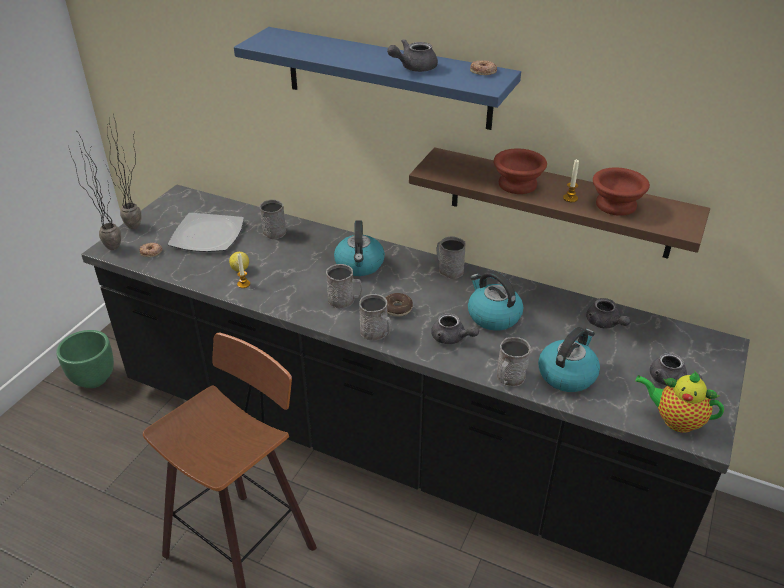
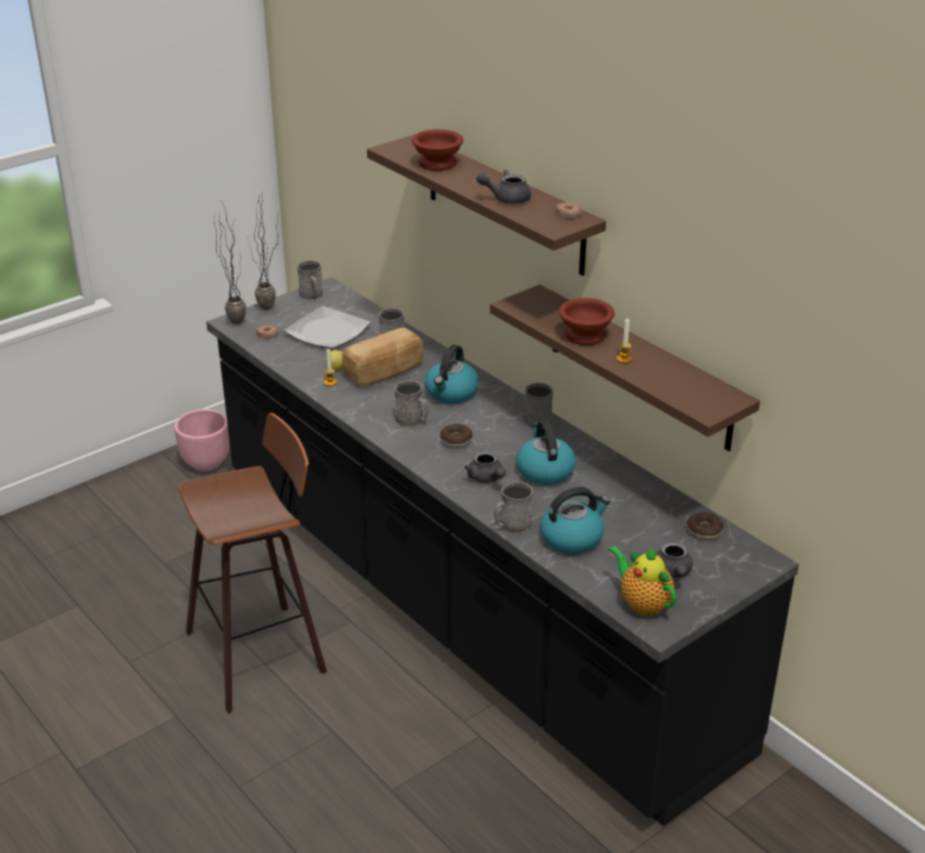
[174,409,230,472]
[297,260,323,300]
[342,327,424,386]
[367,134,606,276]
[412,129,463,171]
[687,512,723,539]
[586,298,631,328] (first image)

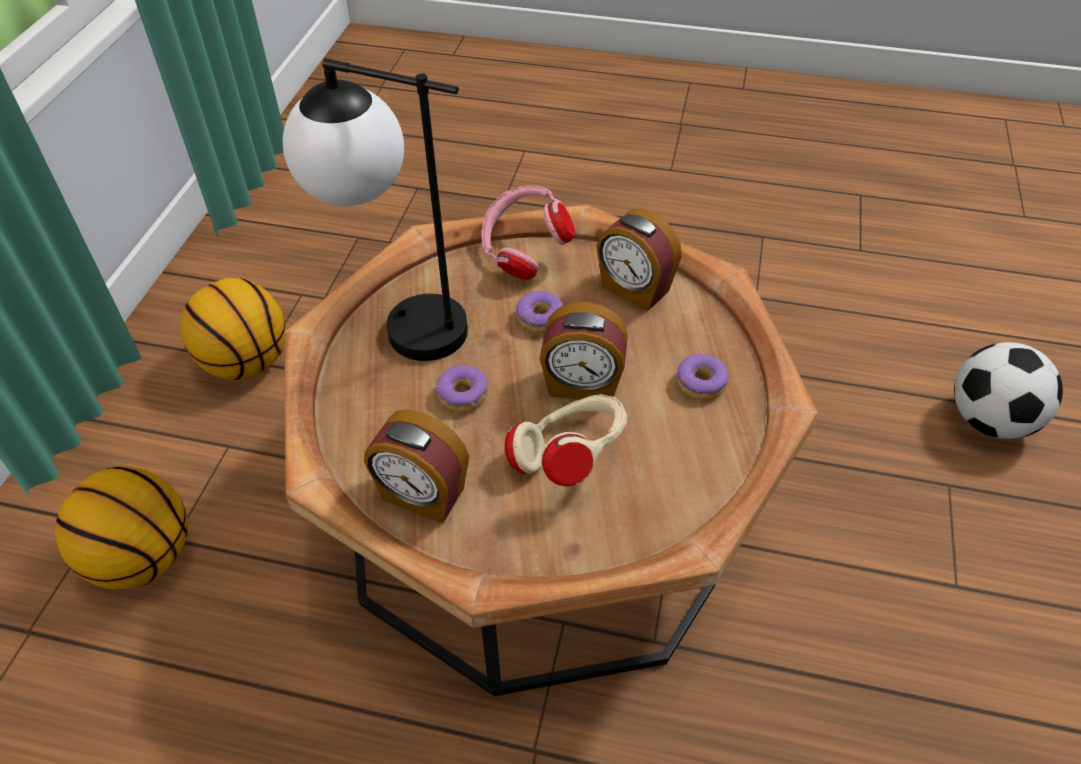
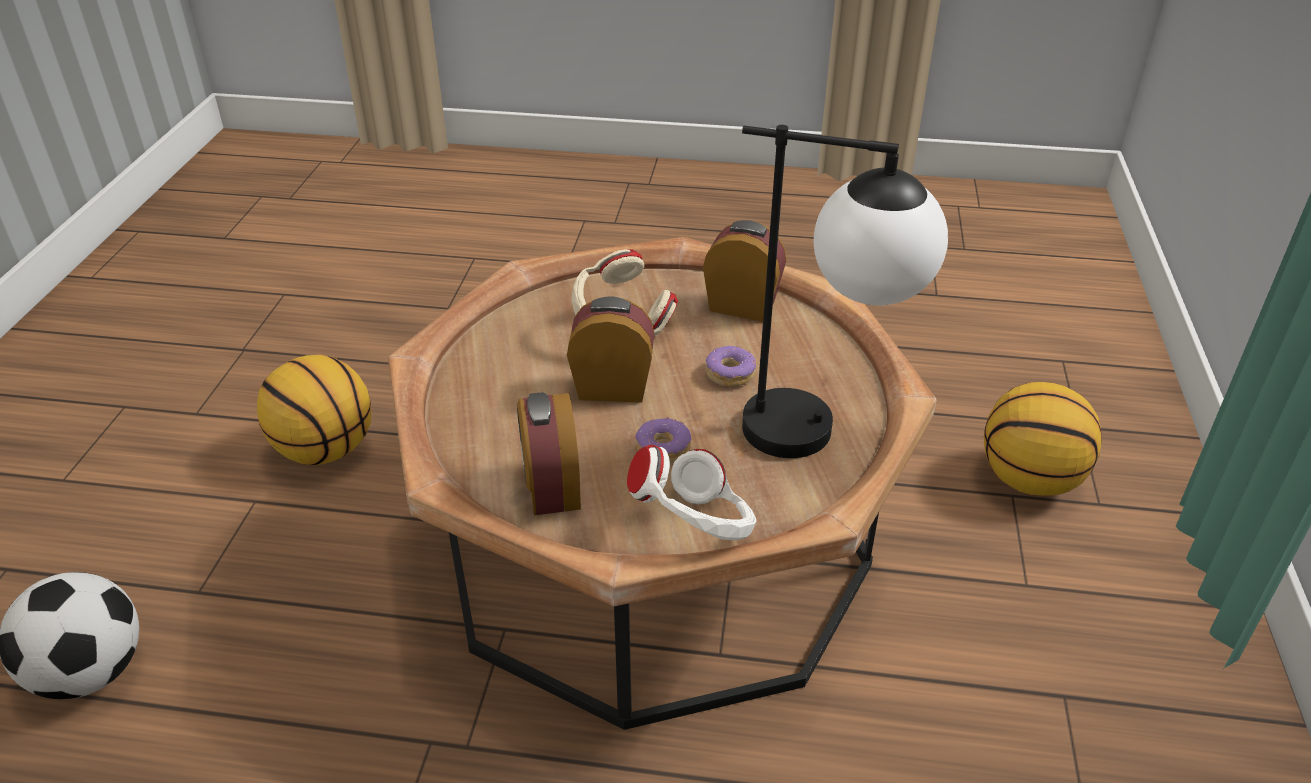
[257,354,371,465]
[517,392,581,516]
[627,445,756,541]
[677,354,729,400] (first image)

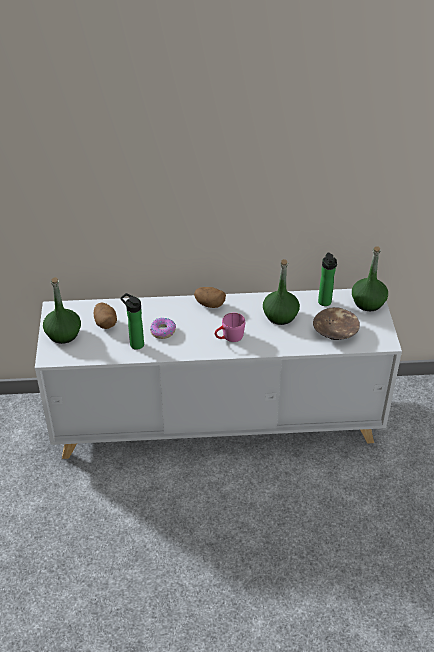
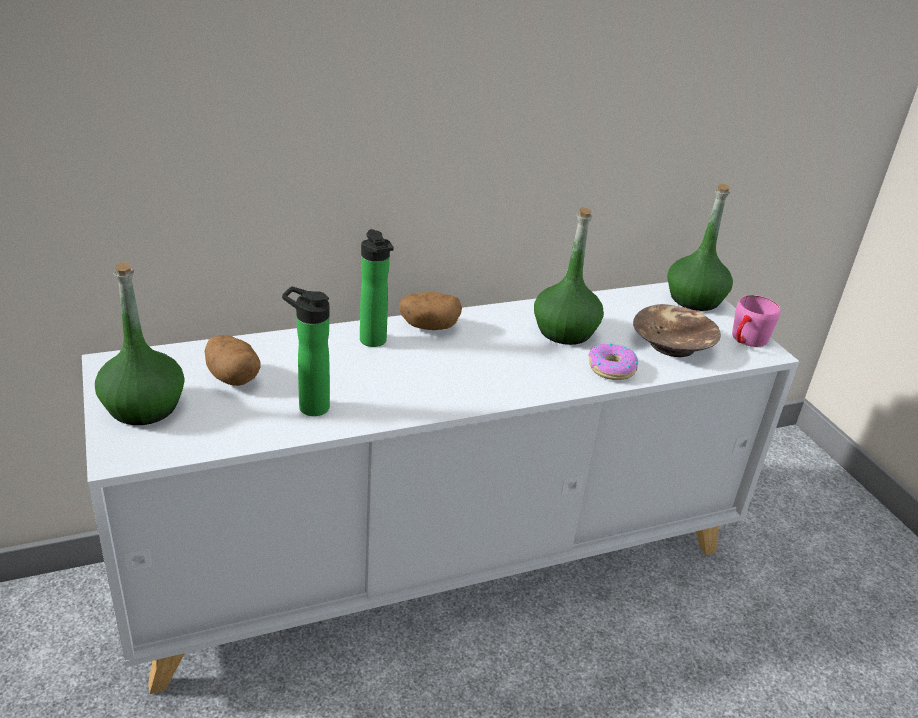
[360,229,394,347]
[589,343,638,380]
[732,295,780,347]

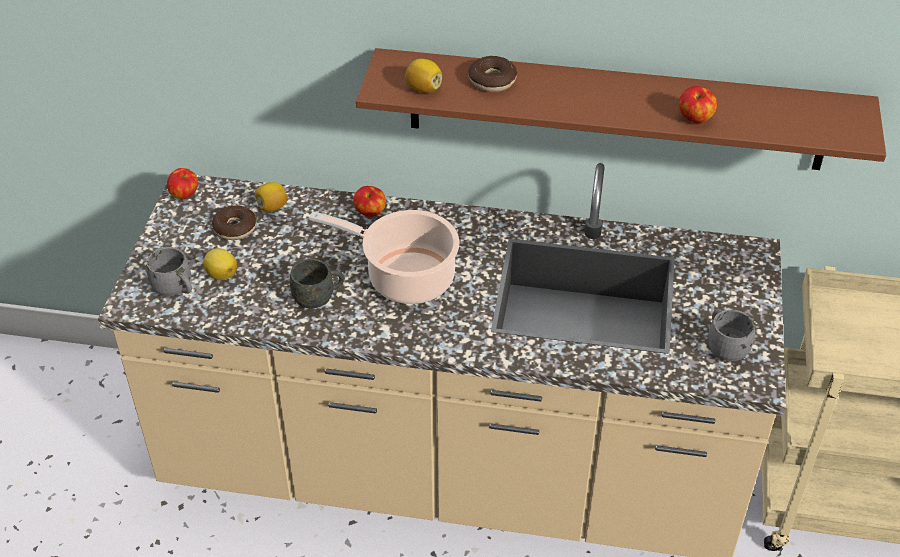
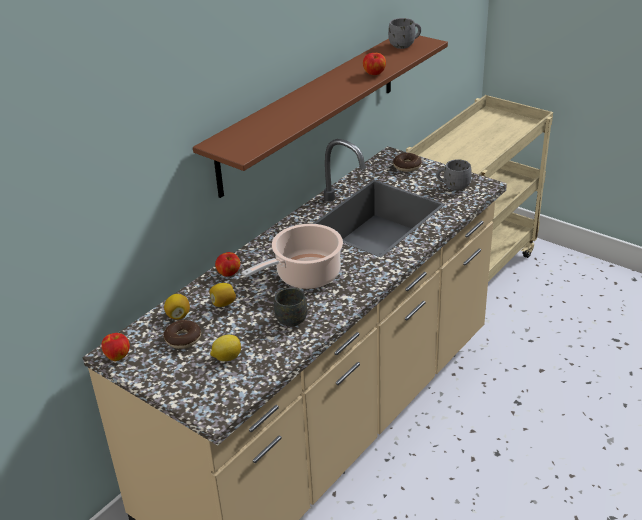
[210,283,236,307]
[388,18,421,49]
[393,153,422,172]

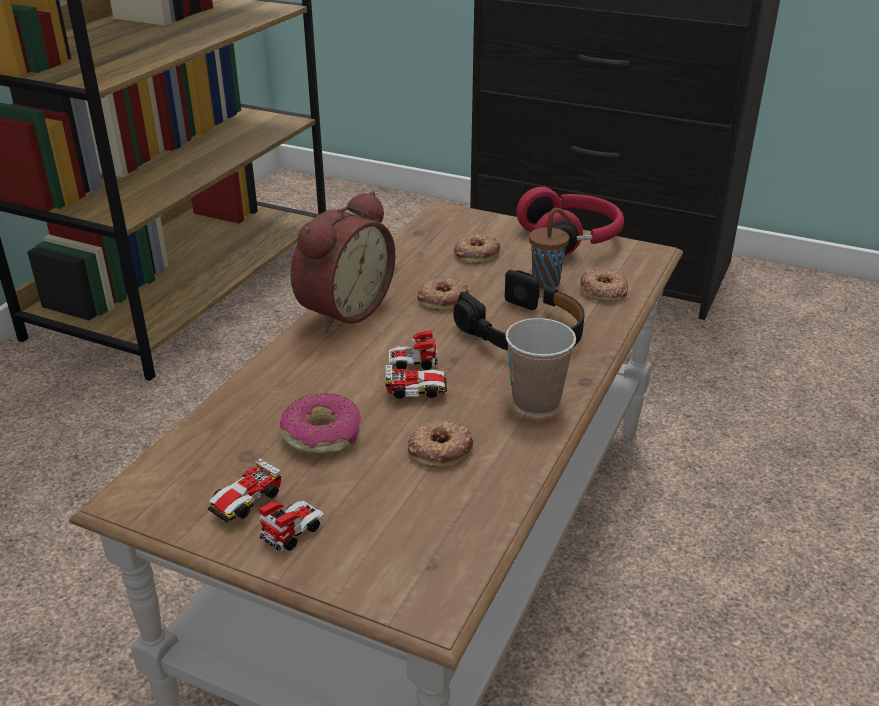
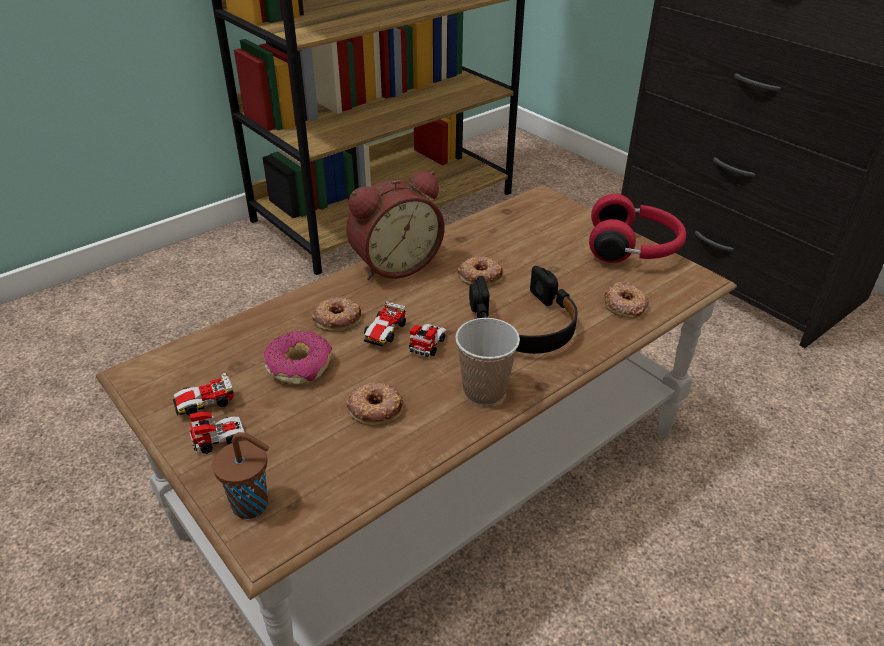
[212,432,269,519]
[312,296,362,332]
[364,301,446,357]

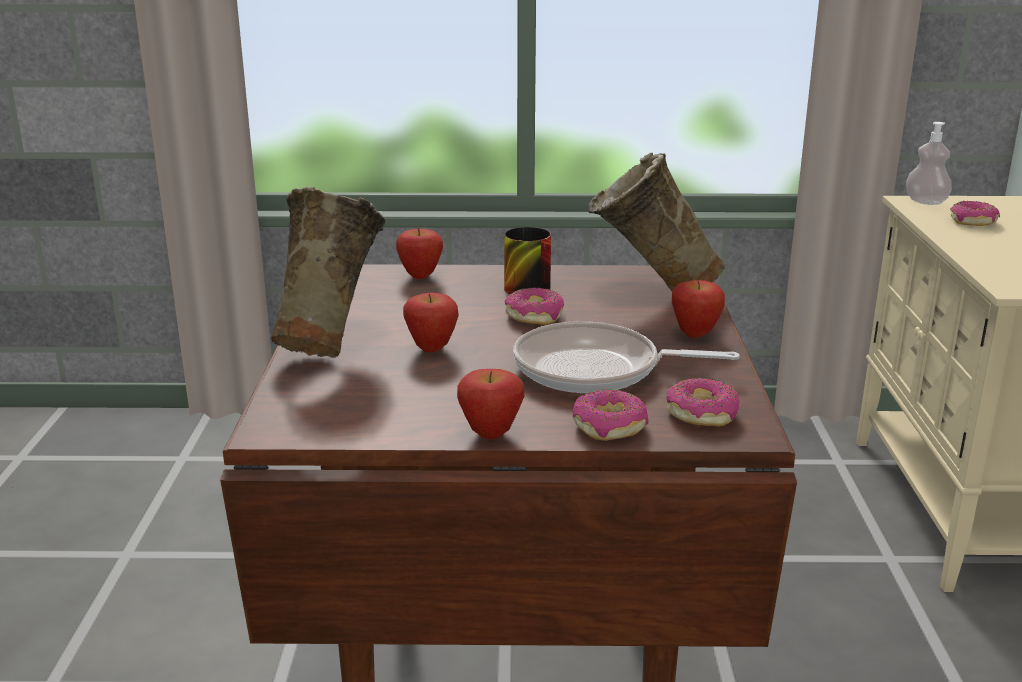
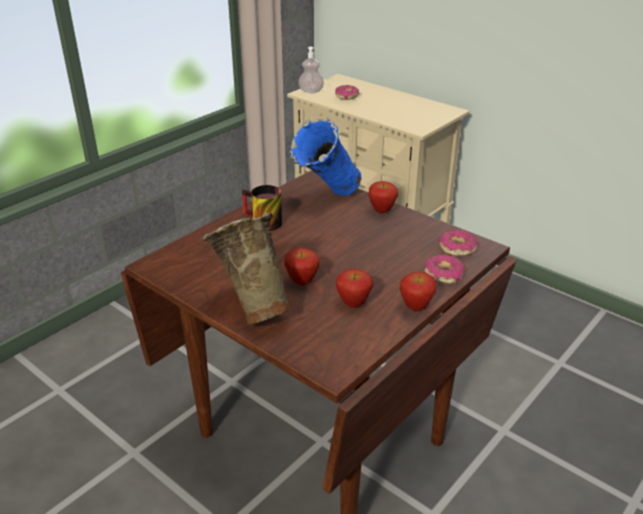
[289,119,361,196]
[336,269,373,308]
[505,288,564,325] (first image)
[513,321,740,393] (first image)

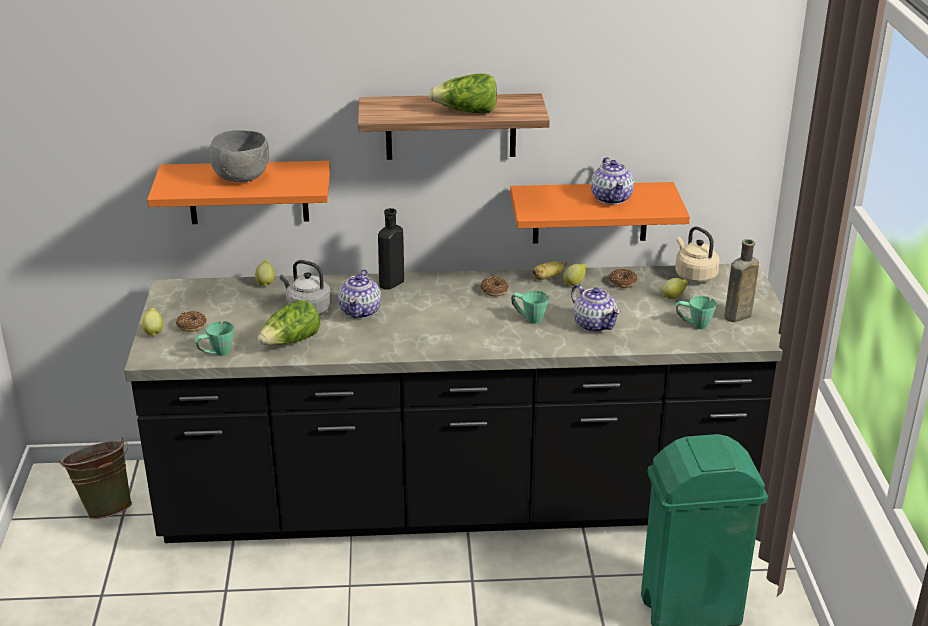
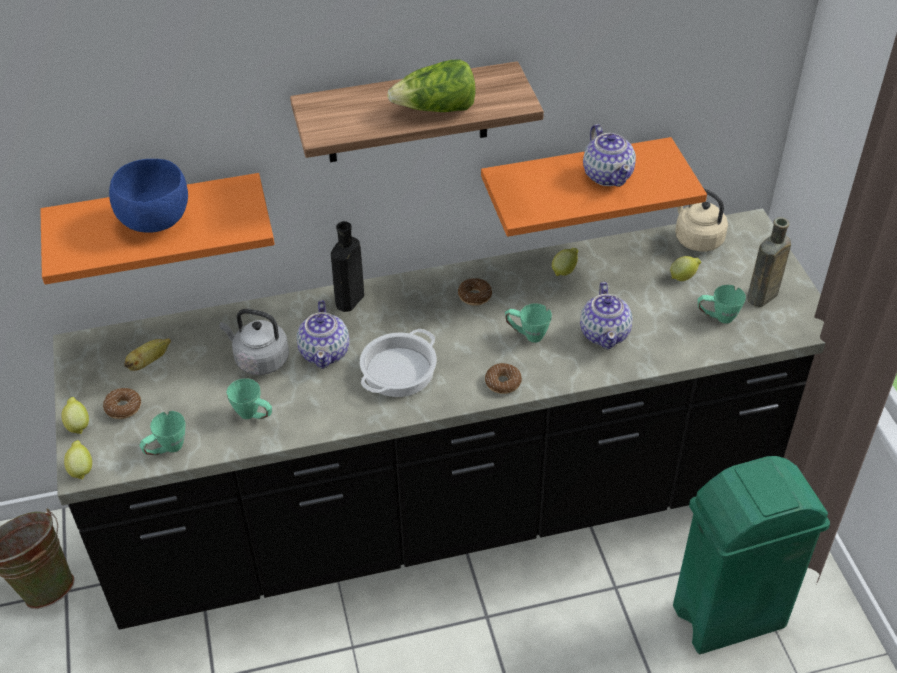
[64,440,92,480]
[109,159,188,233]
[124,338,171,371]
[226,378,272,419]
[360,329,437,397]
[485,363,522,394]
[580,282,633,350]

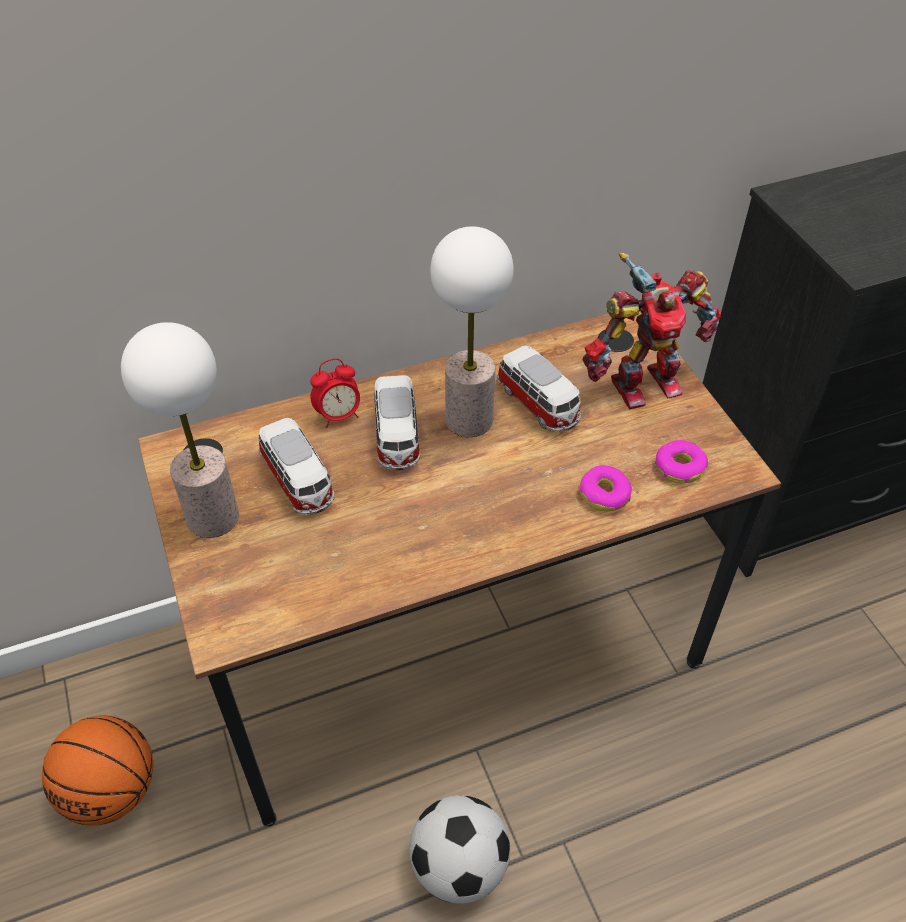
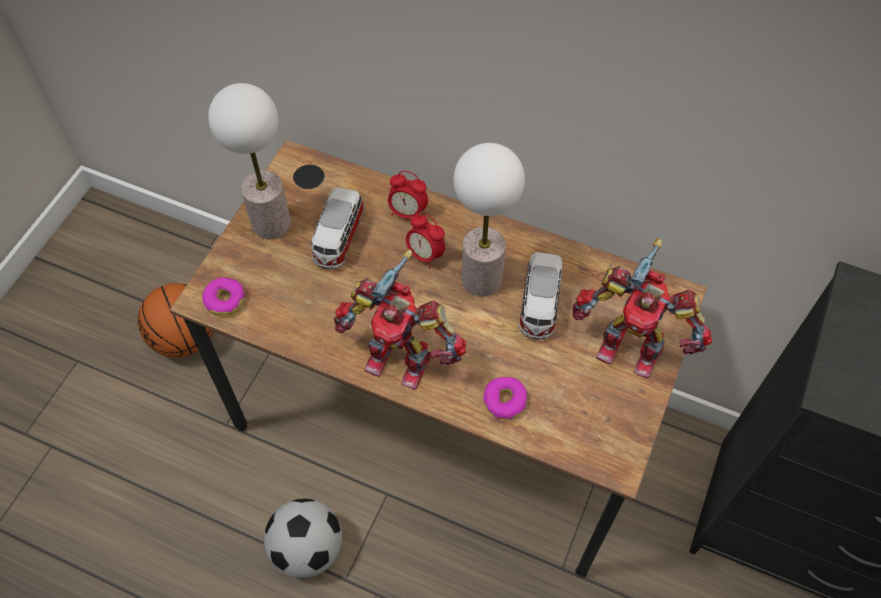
[202,277,245,316]
[334,249,466,390]
[406,213,445,268]

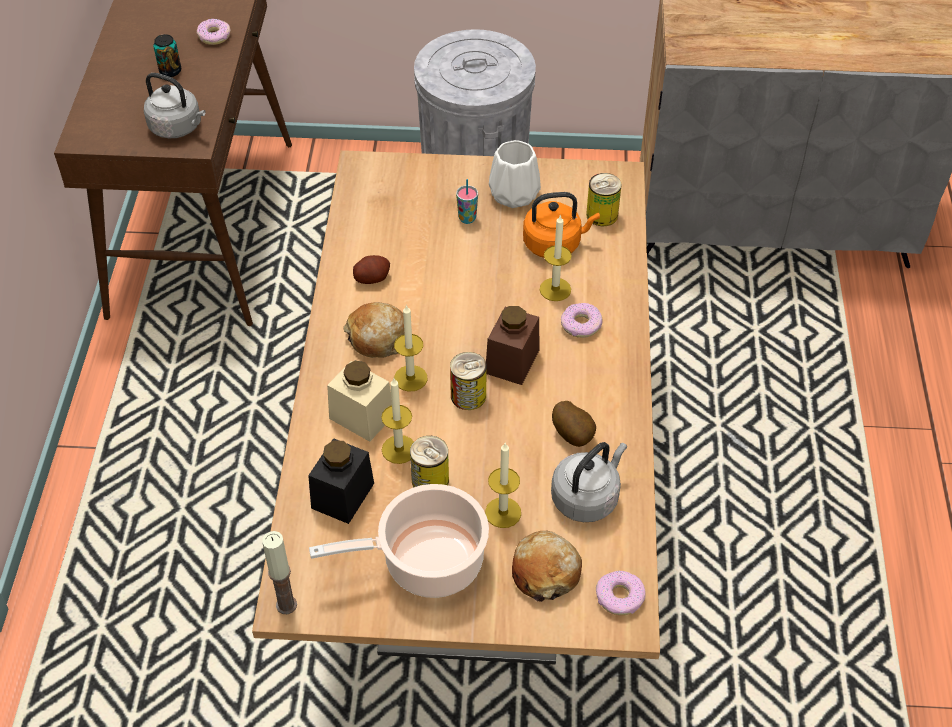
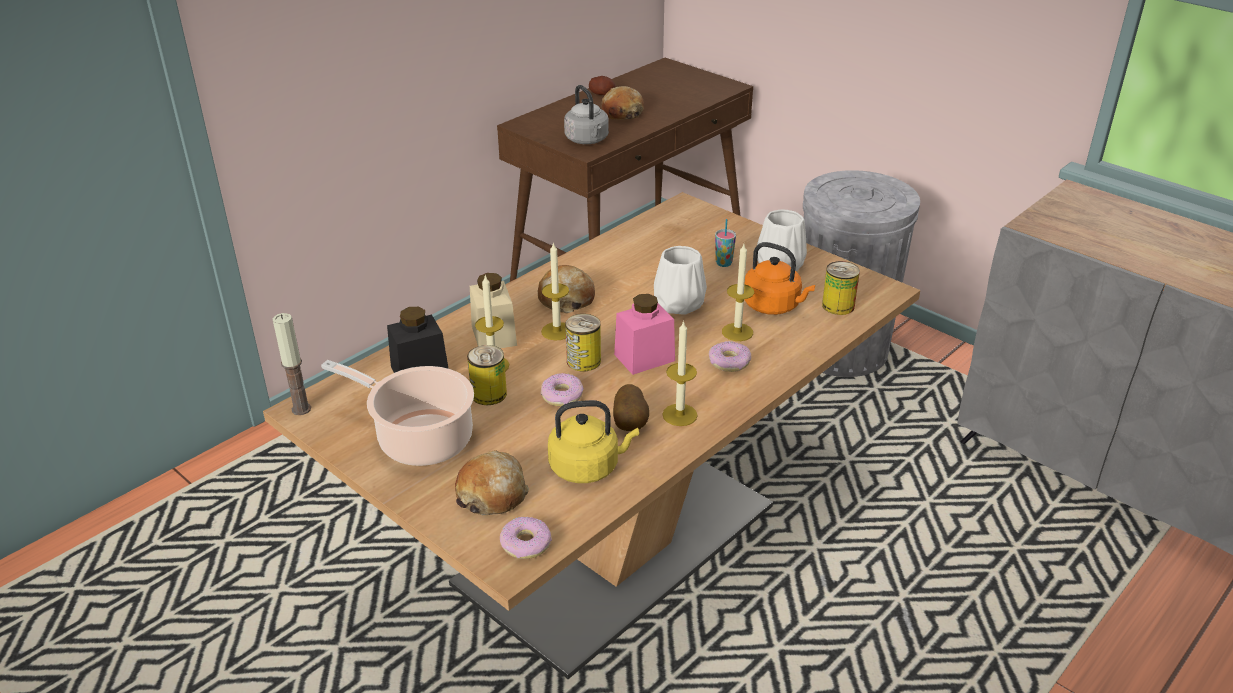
[541,373,584,406]
[548,400,639,483]
[589,76,616,95]
[602,86,644,120]
[614,294,675,375]
[654,246,707,315]
[662,320,698,426]

